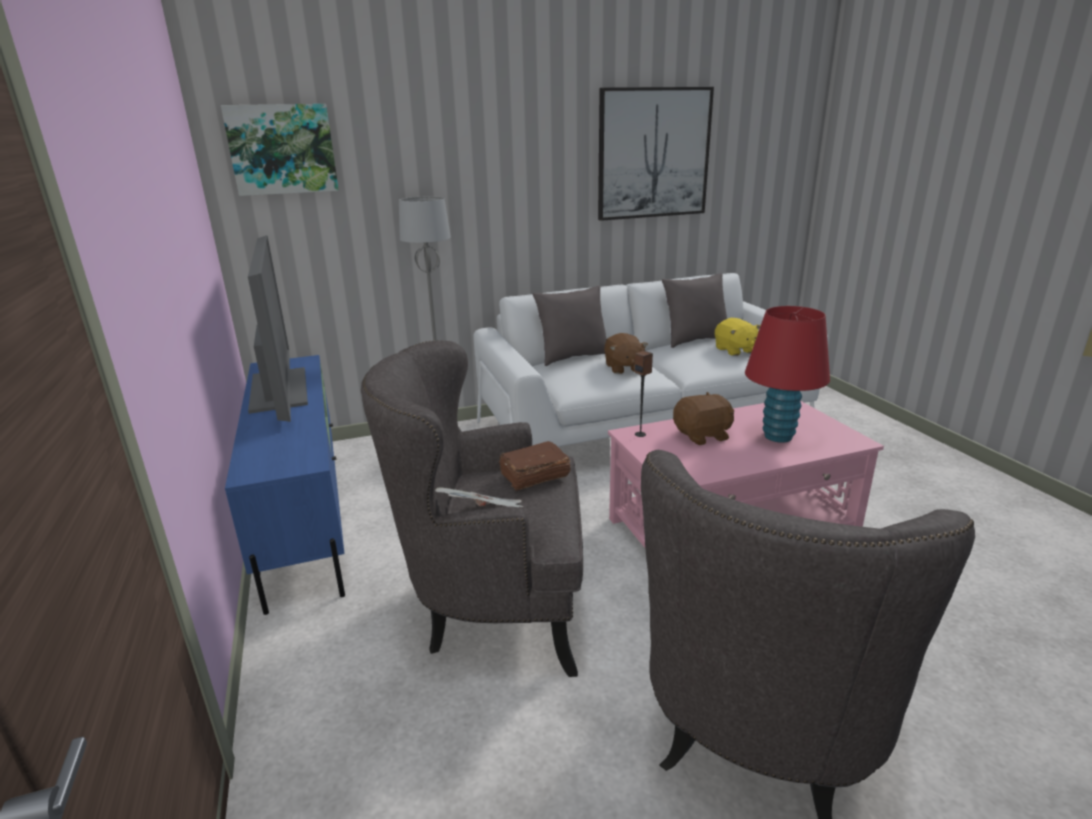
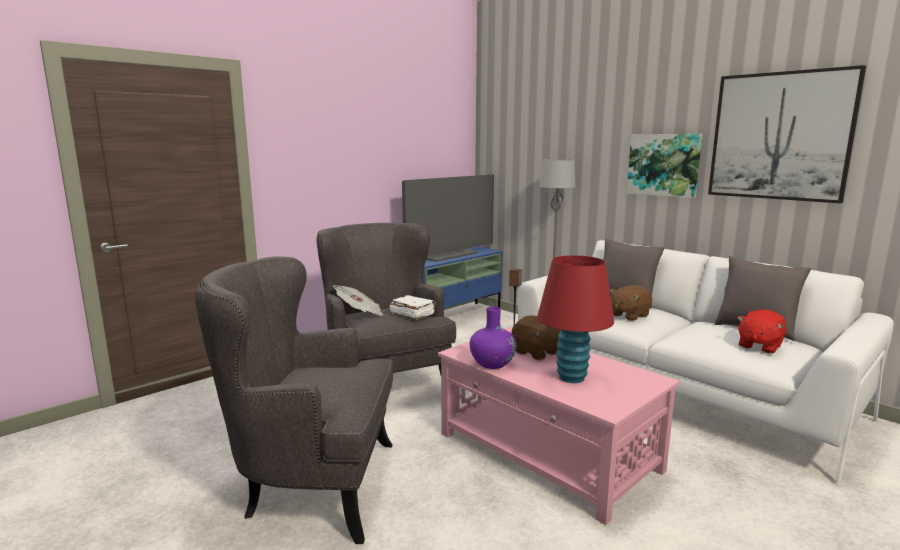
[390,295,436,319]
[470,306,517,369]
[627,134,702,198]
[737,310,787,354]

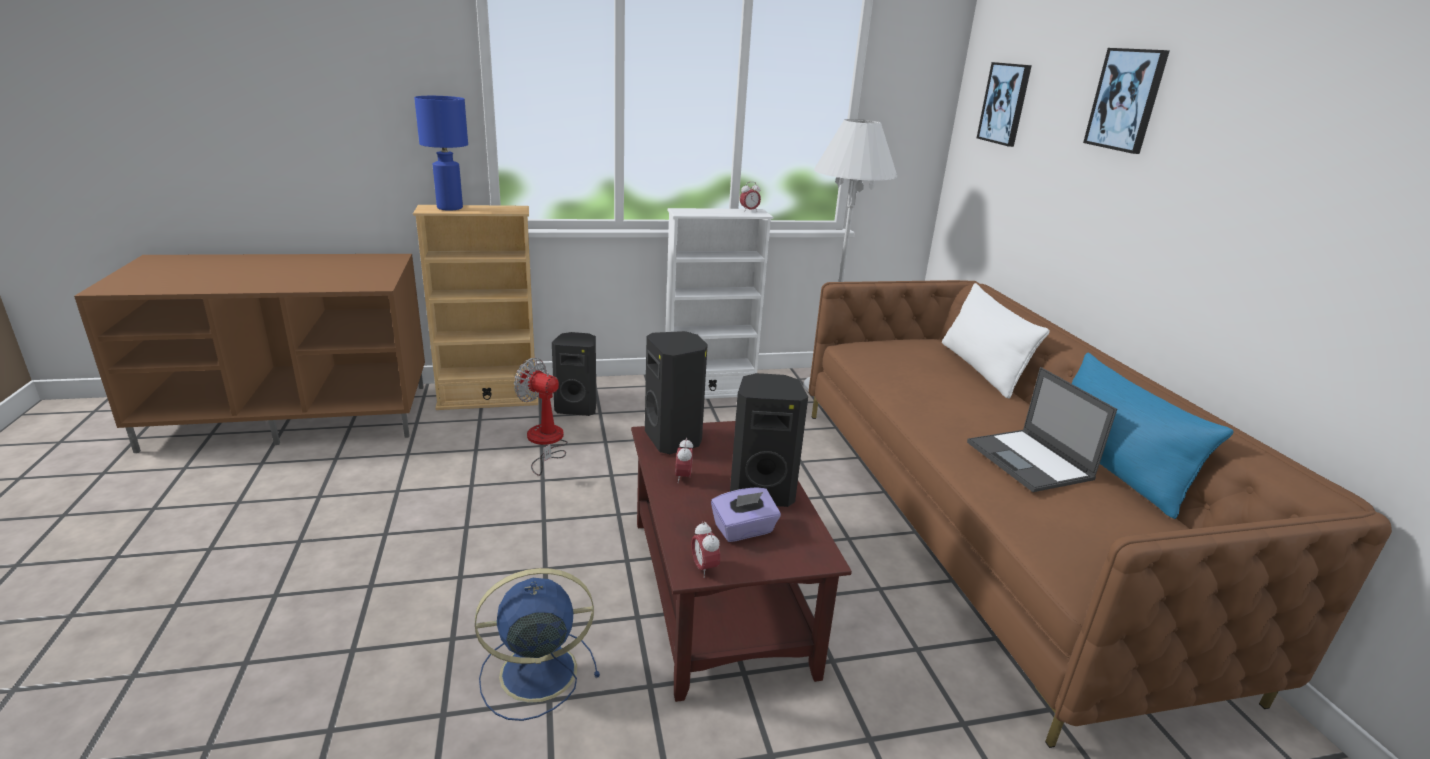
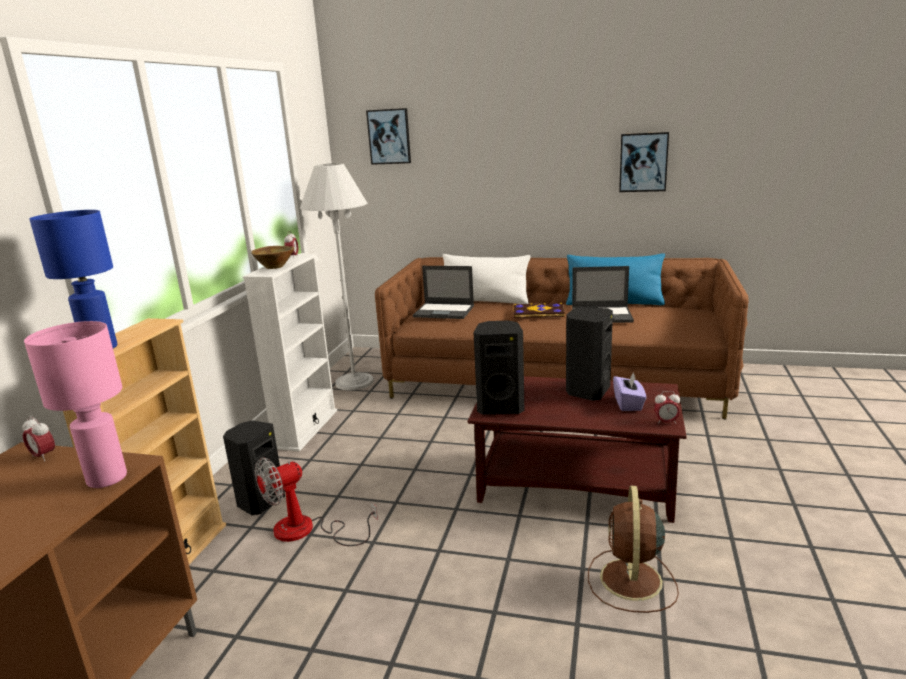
[22,416,55,462]
[24,321,127,488]
[251,246,294,269]
[413,266,474,319]
[513,303,565,318]
[588,486,679,613]
[619,132,669,192]

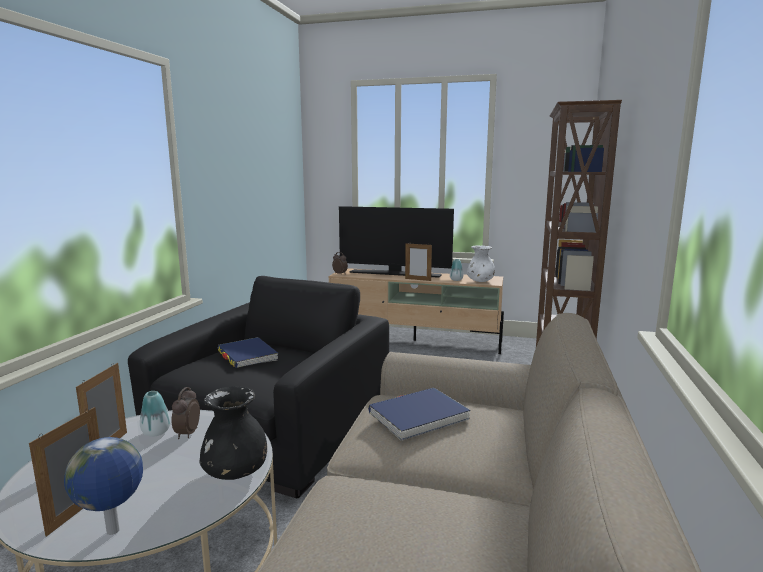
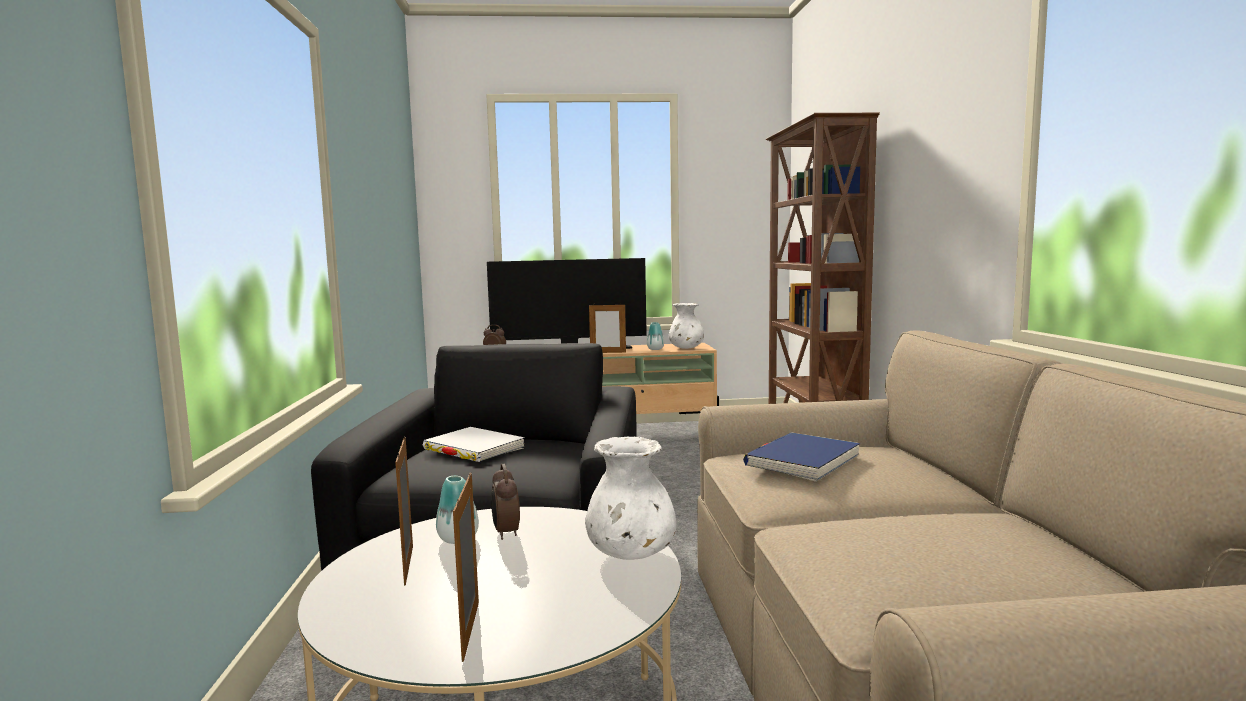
[423,427,525,462]
[585,437,677,560]
[64,437,143,535] (first image)

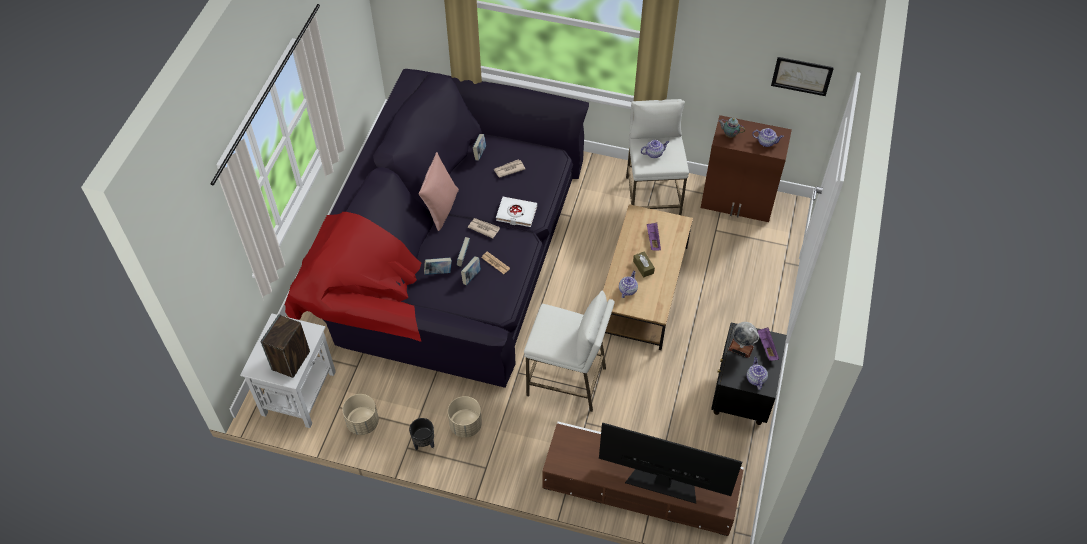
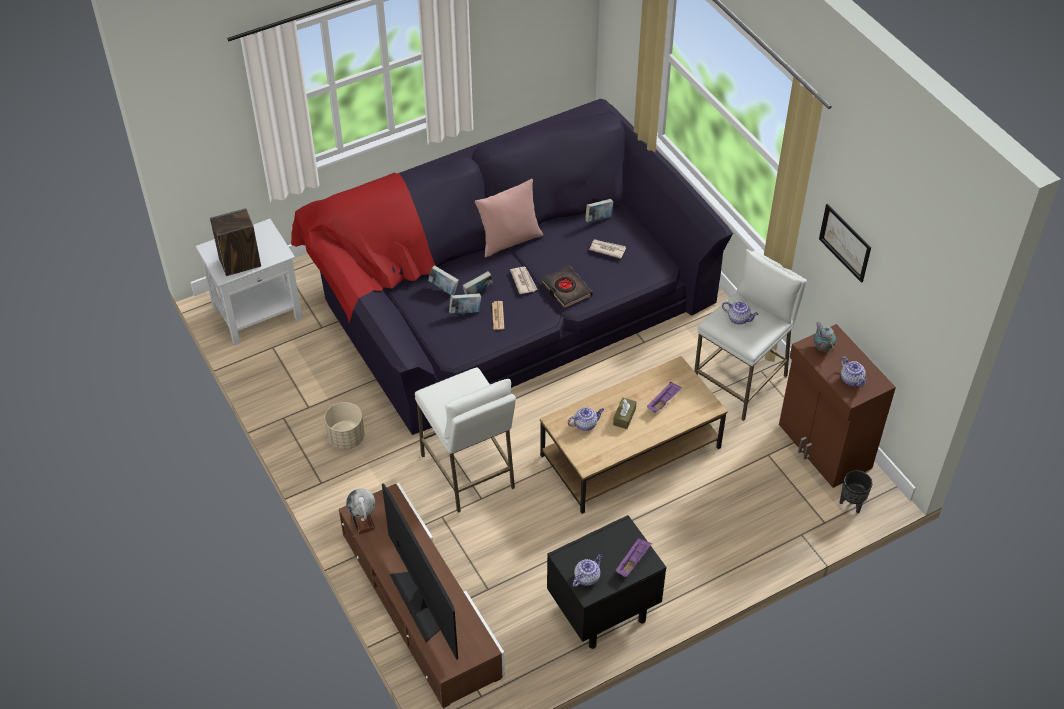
[346,489,376,535]
[541,266,592,308]
[819,204,871,283]
[840,470,872,513]
[342,394,379,435] (first image)

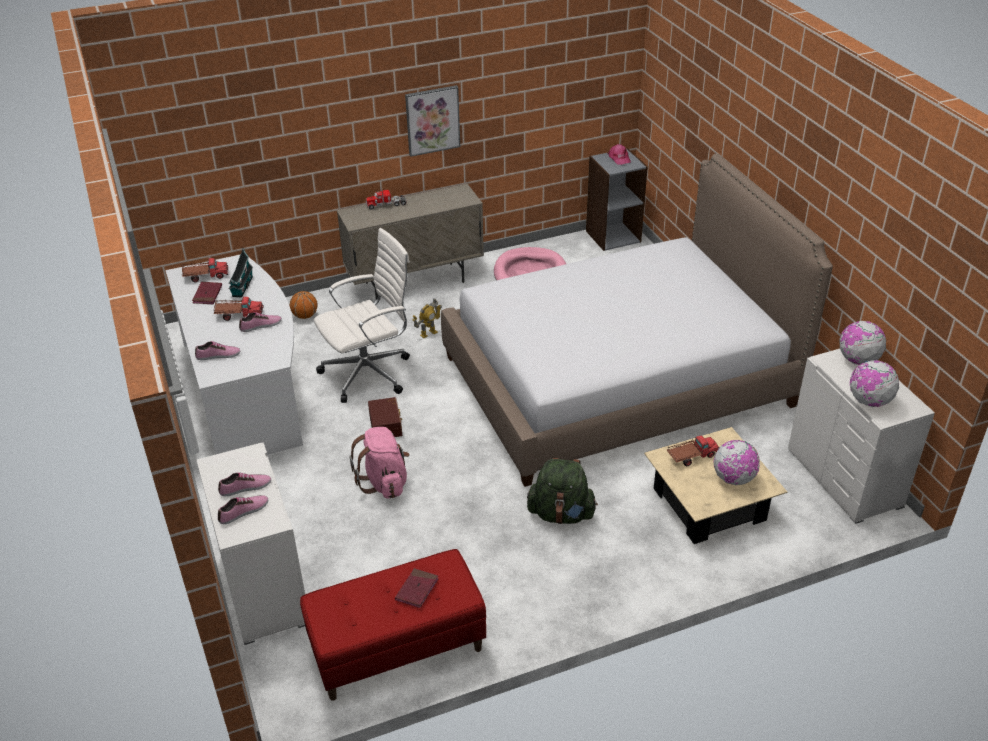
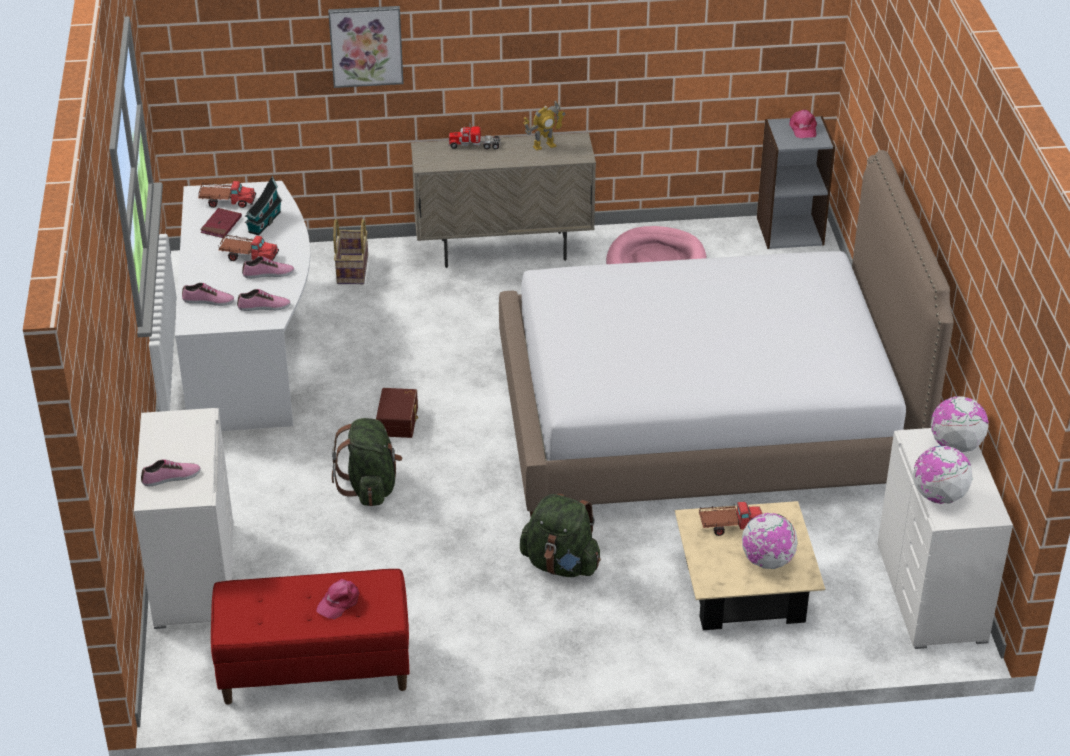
[237,289,291,311]
[316,579,359,619]
[328,6,403,88]
[332,418,403,506]
[333,219,368,284]
[523,100,565,151]
[314,228,410,403] (first image)

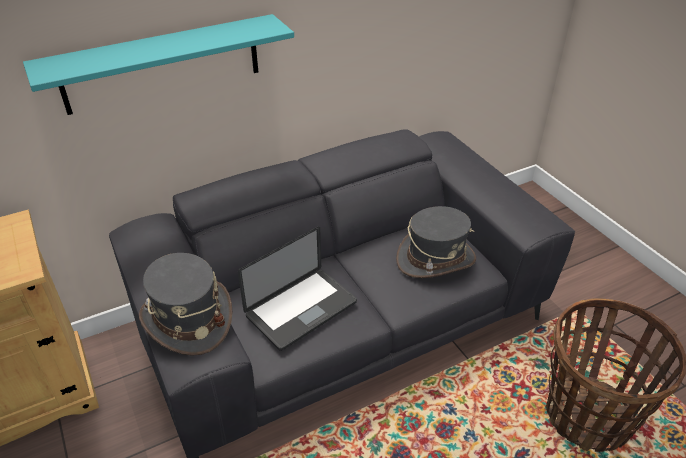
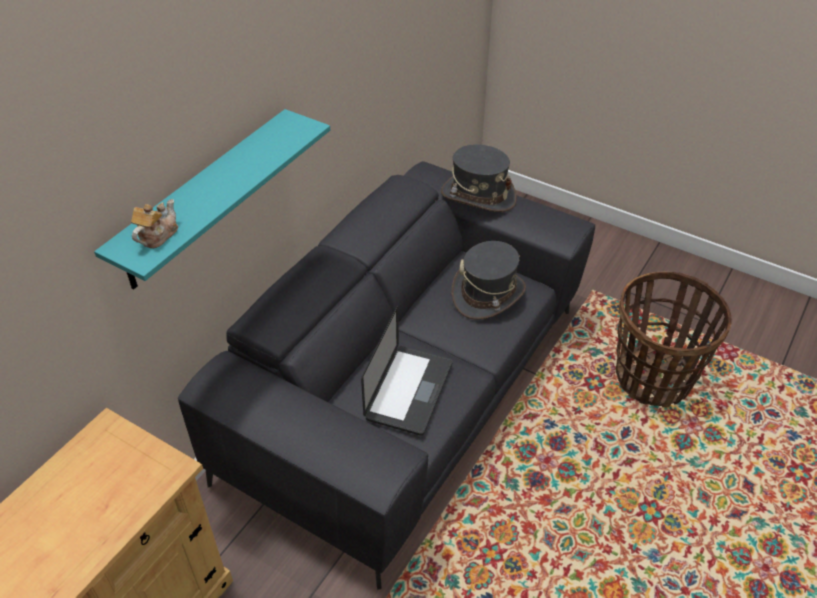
[131,199,178,248]
[441,144,517,212]

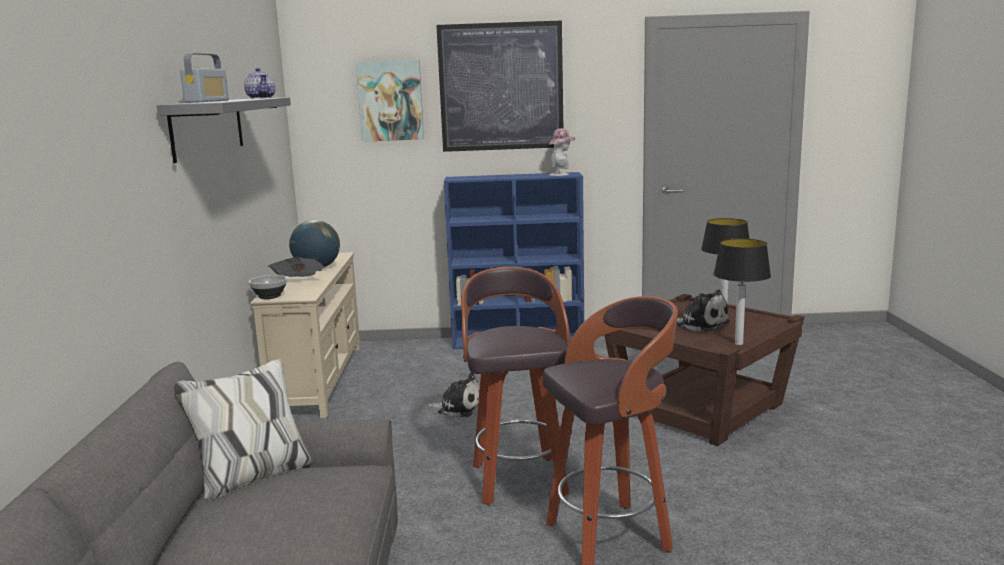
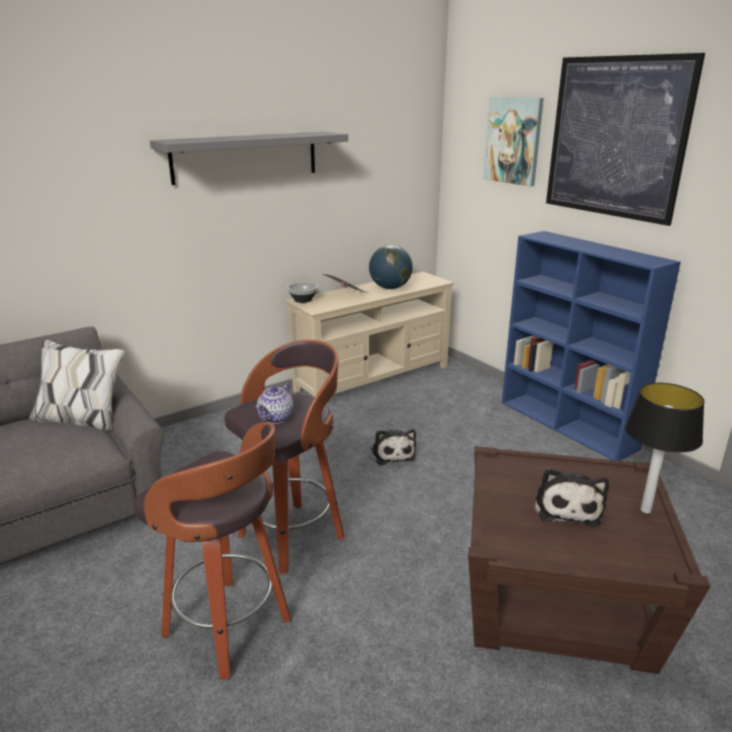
[256,383,294,424]
[180,53,229,103] (first image)
[549,128,576,176] (first image)
[713,238,771,345] (first image)

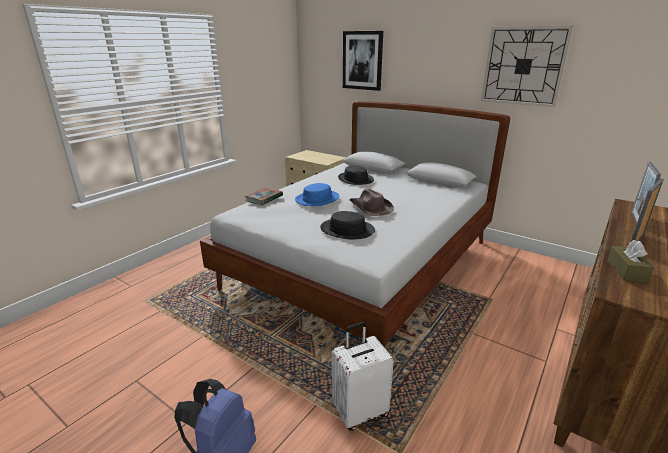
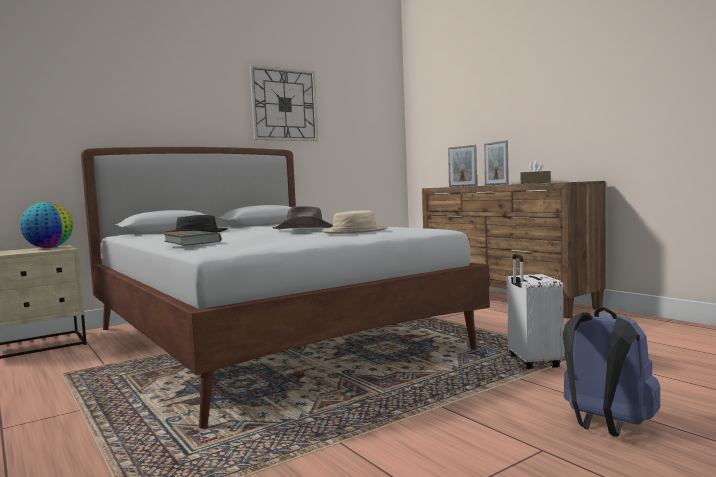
[20,202,73,248]
[321,211,387,234]
[295,183,339,206] (first image)
[343,31,383,91] (first image)

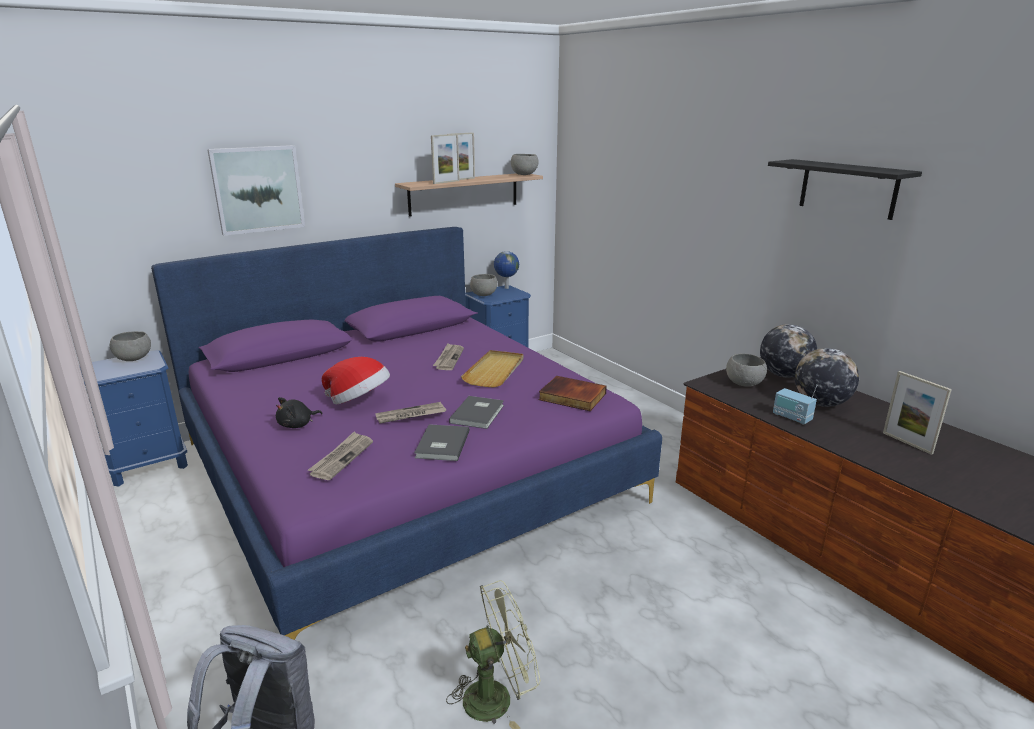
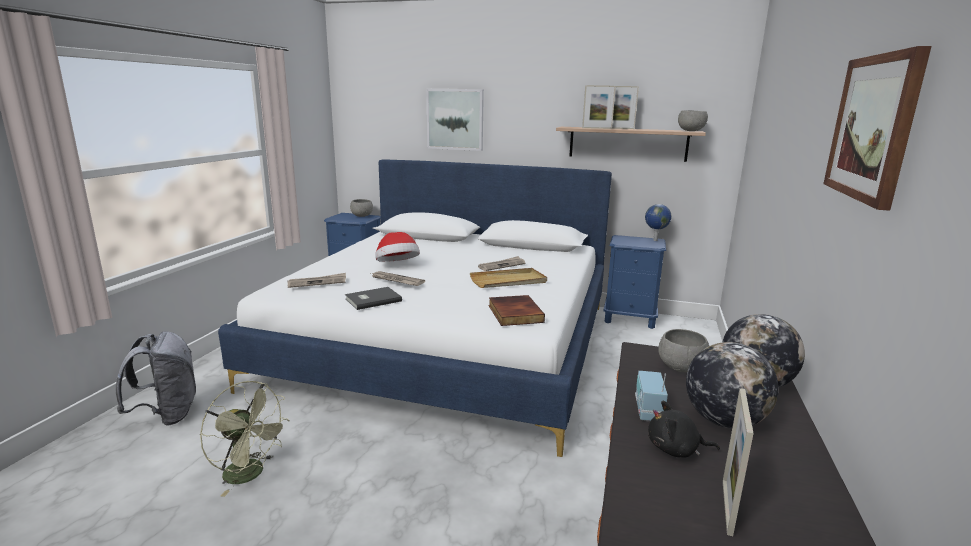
[218,160,612,457]
[648,400,720,458]
[823,46,932,211]
[449,396,504,429] (first image)
[470,274,498,296] (first image)

